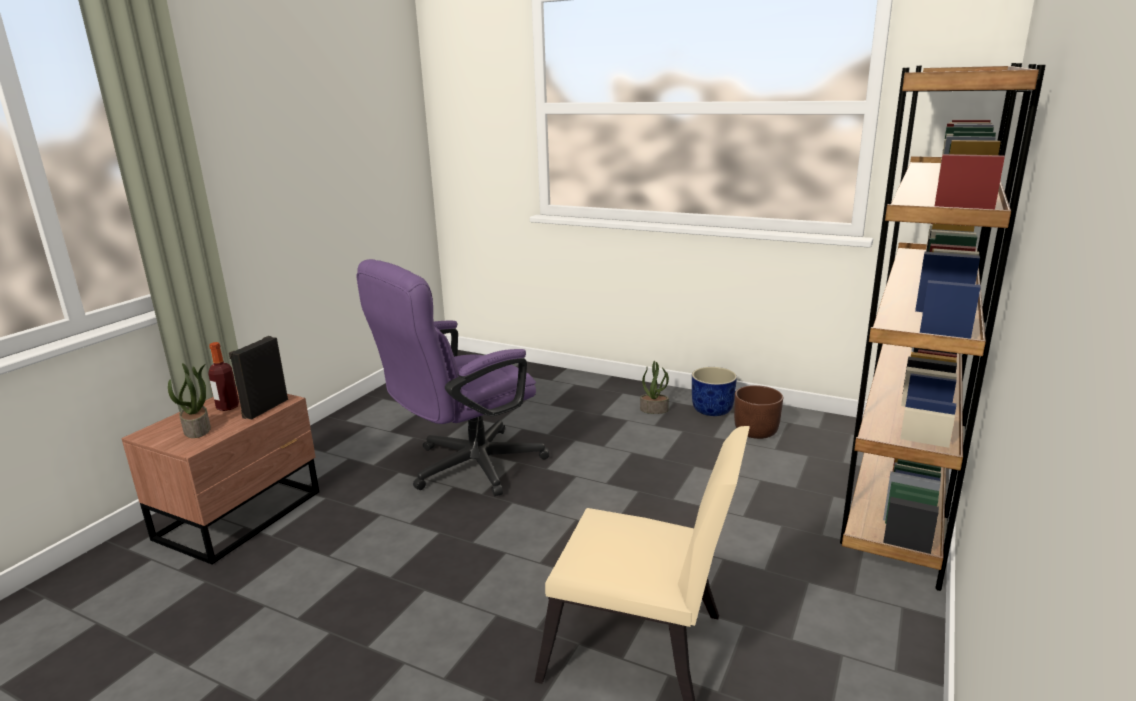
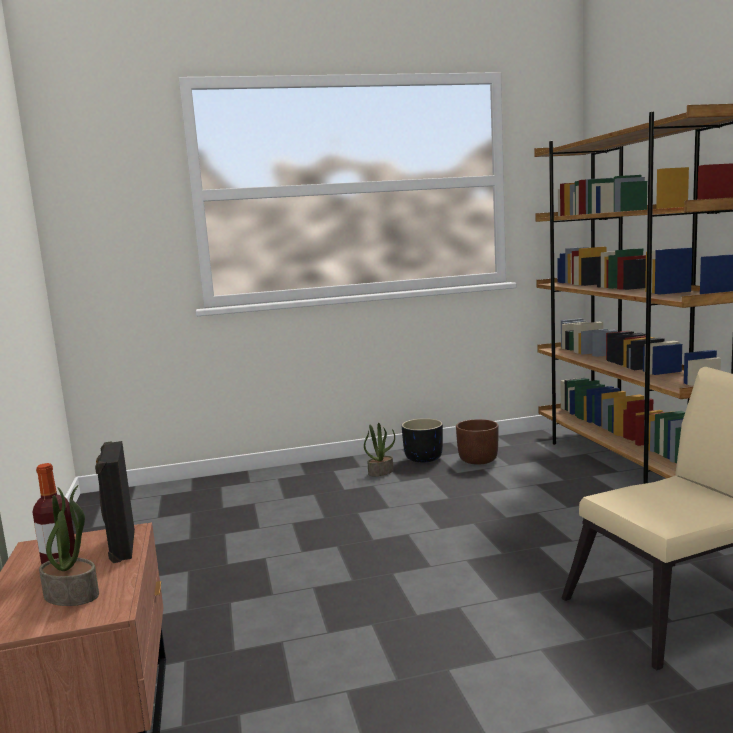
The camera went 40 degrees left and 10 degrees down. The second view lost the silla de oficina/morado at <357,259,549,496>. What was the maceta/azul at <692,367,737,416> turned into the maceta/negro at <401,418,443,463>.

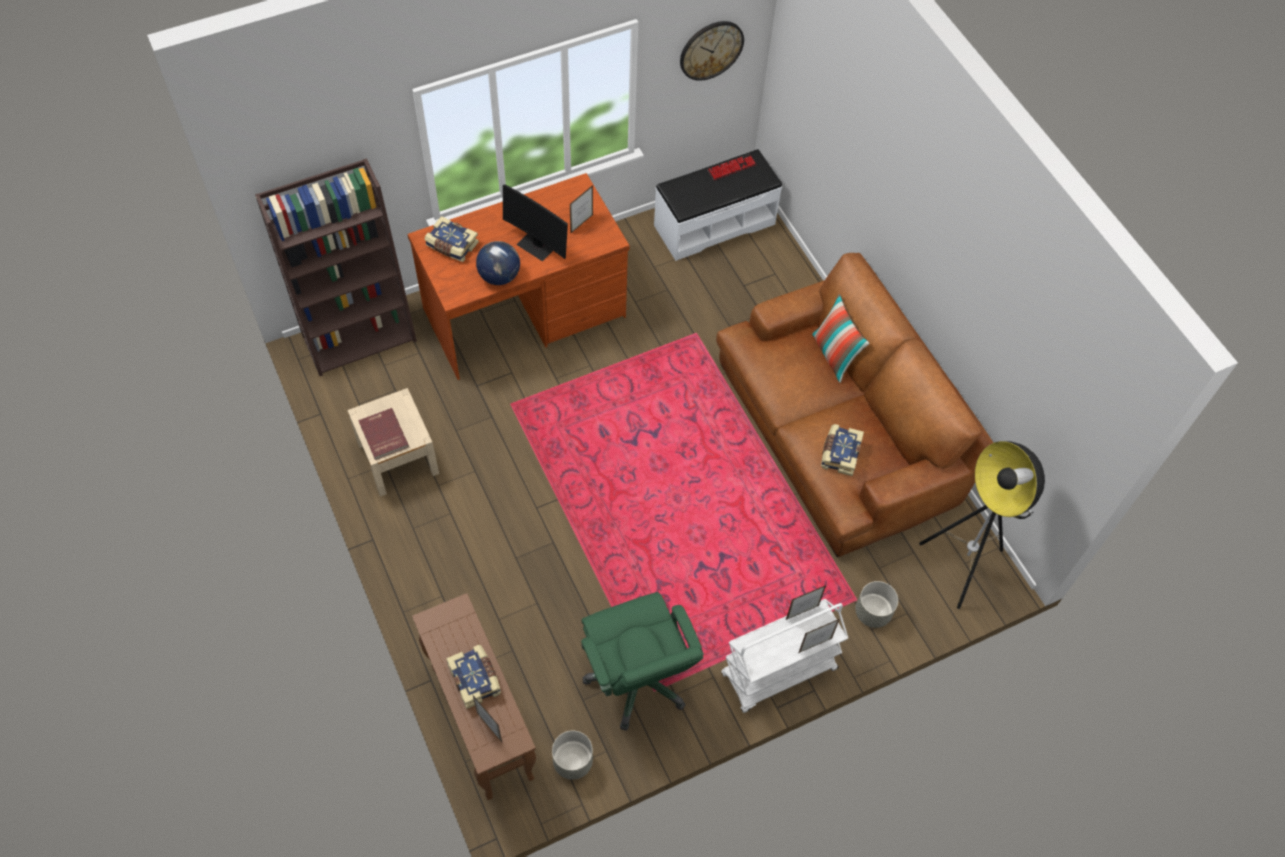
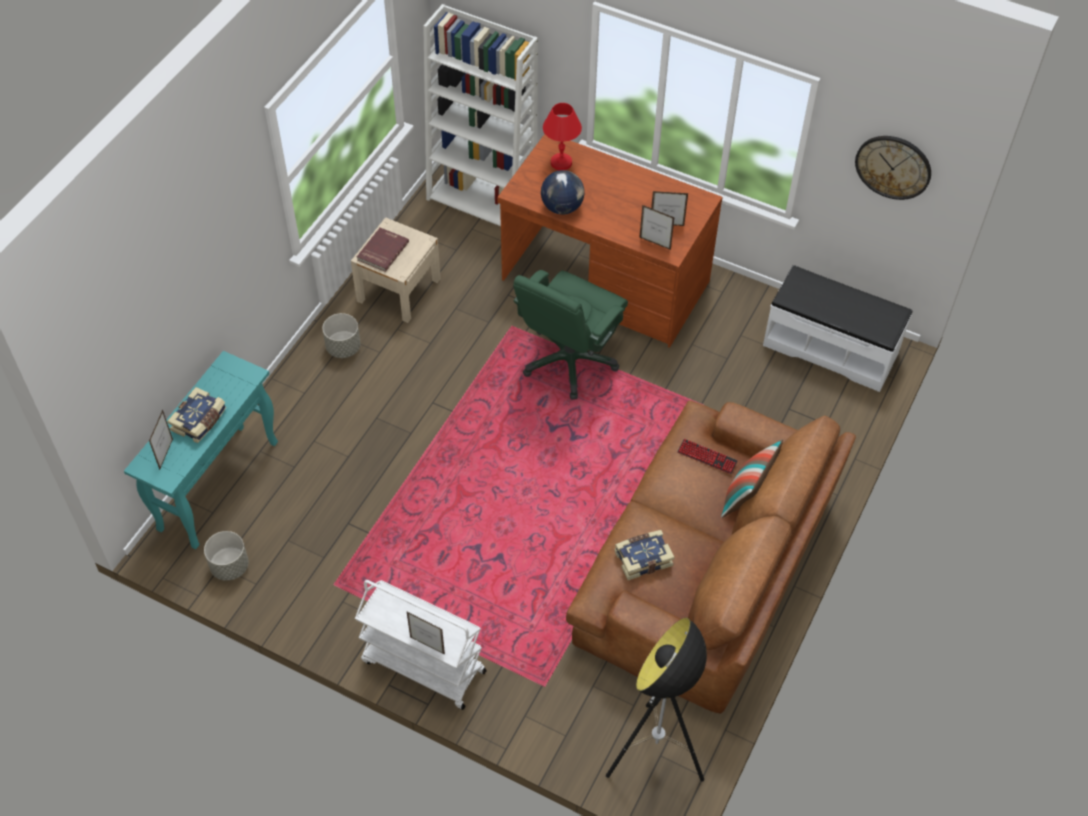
The camera went 55 degrees right and 5 degrees down. The teclado ended up elsewhere, having gone from <708,154,756,180> to <677,439,738,474>. What was the estantería/marrón at <255,158,417,376> turned into the estantería/blanco at <423,4,538,226>. The second view lost the monitor at <503,184,568,262>. Where the libro stood at <424,216,479,262>, the lámpara de mesa/rojo came to stand at <543,103,582,170>. The maceta/gris ended up elsewhere, having gone from <856,581,898,628> to <322,313,361,358>. The portarretratos ended up elsewhere, having gone from <786,585,826,620> to <639,205,675,250>. The silla de oficina/verde ended up elsewhere, having gone from <581,592,704,731> to <513,270,628,400>. What was the mesa consola/marrón at <412,593,536,800> turned into the mesa consola/turquesa at <124,351,278,549>.

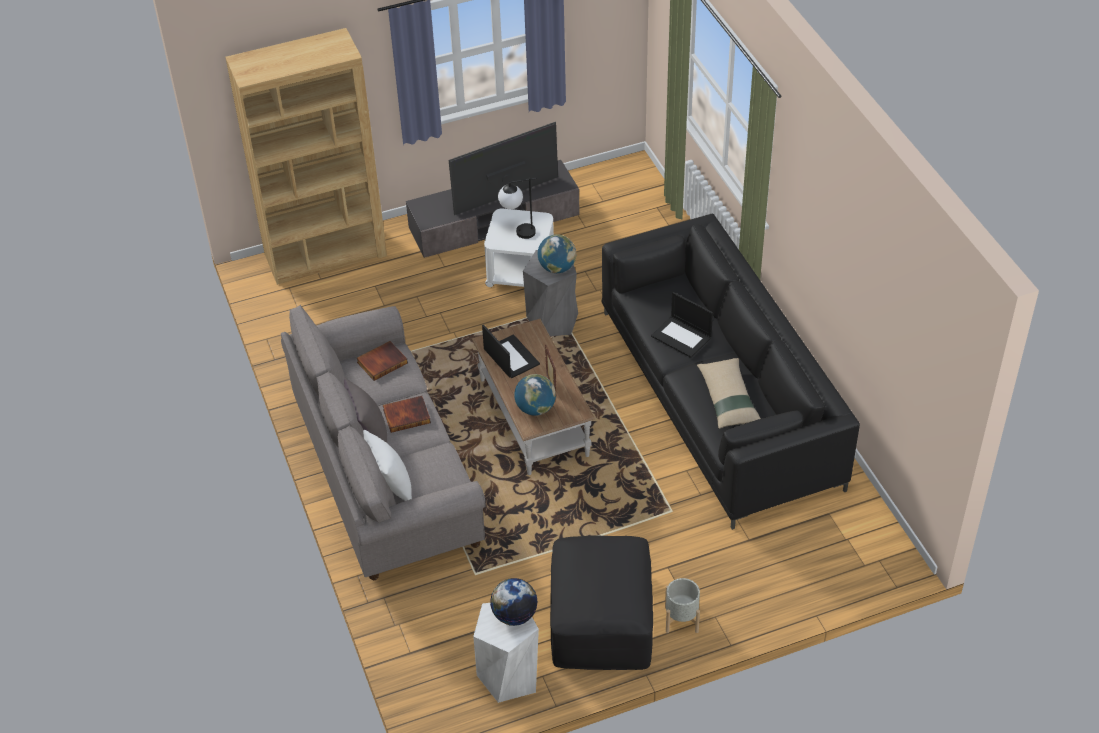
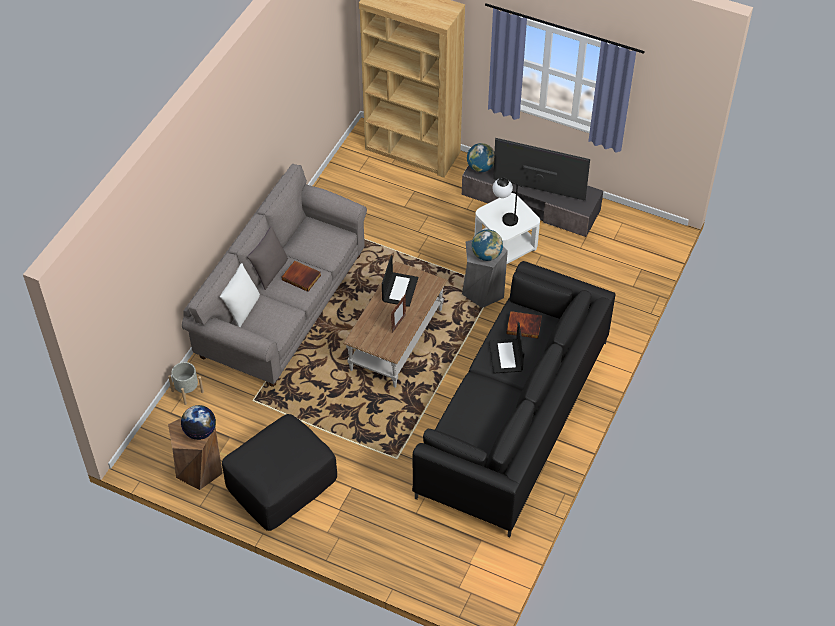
The camera went 45 degrees right and 5 degrees up. The libro ended up elsewhere, having gone from <357,341,408,381> to <506,311,542,339>. The second view lost the cojín/beis at <697,358,761,429>. The globo terráqueo ended up elsewhere, having gone from <514,374,556,416> to <467,143,495,172>. The maceta/gris ended up elsewhere, having gone from <665,578,700,633> to <168,362,204,405>. What was the taburete/blanco at <473,603,539,703> turned into the taburete/marrón at <168,418,223,490>.

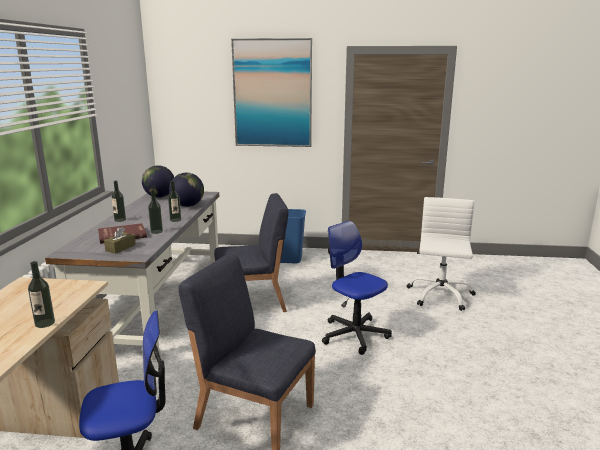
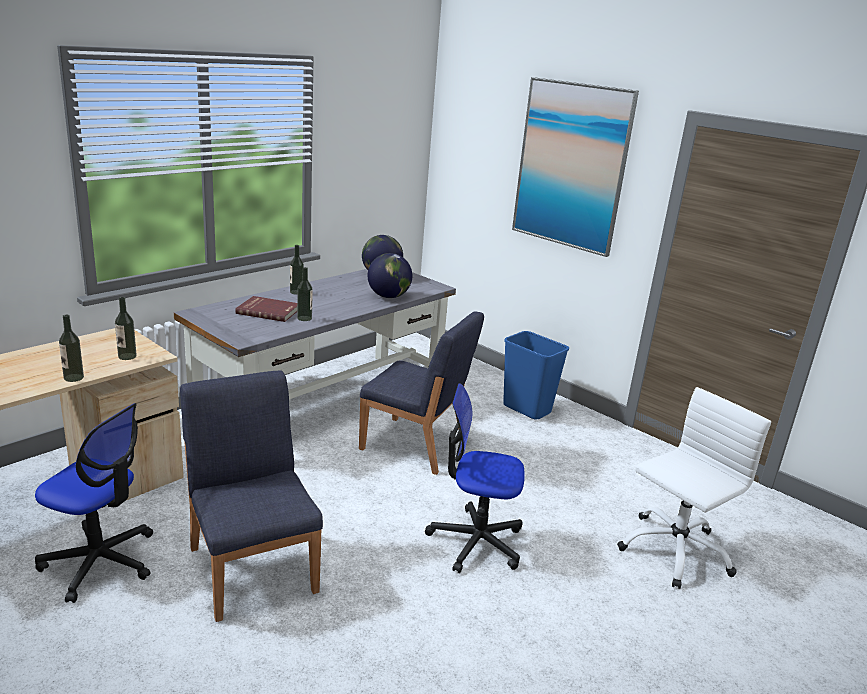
The camera went 35 degrees right and 5 degrees up. The botella ended up elsewhere, having gone from <168,181,181,222> to <115,297,137,360>. The silla de oficina at <322,221,392,355> ended up facing another way, 75 degrees counterclockwise from before. The second view lost the caja de pañuelos/marrón at <104,227,136,254>.

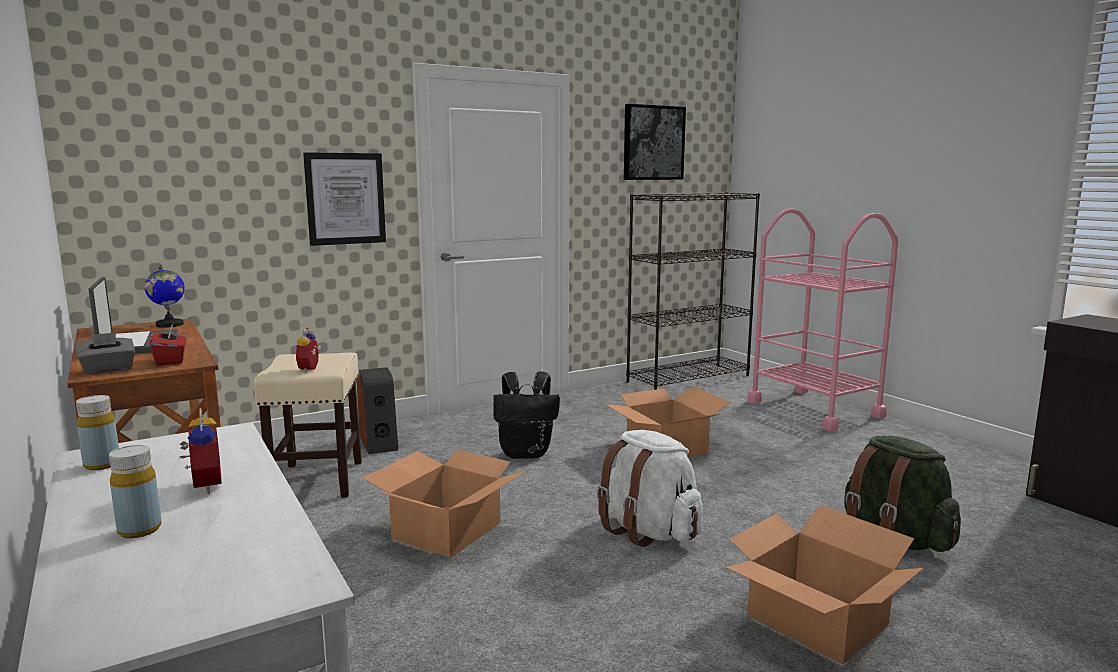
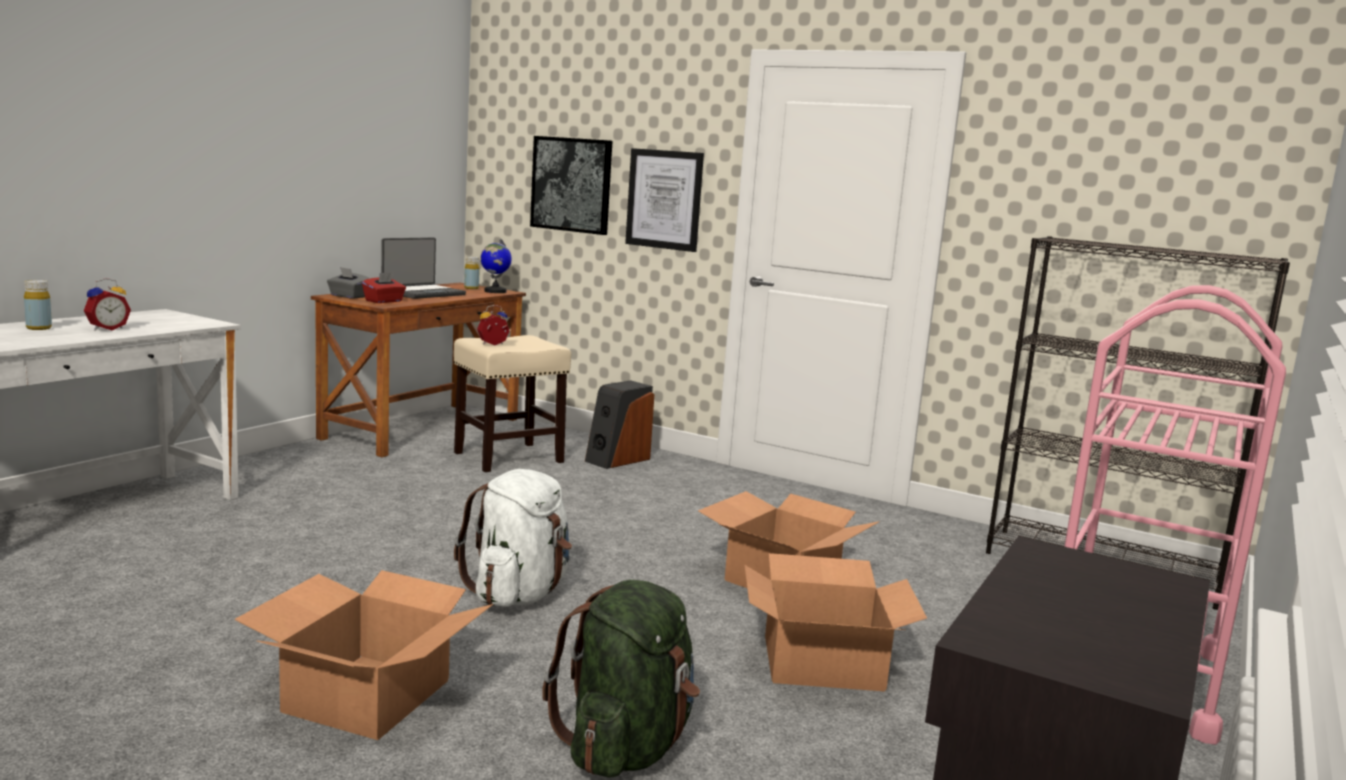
The camera went 60 degrees right and 0 degrees up. The cuadro ended up elsewhere, having gone from <624,104,686,180> to <530,136,612,235>. The second view lost the mochila/negro at <493,371,560,459>. The botella/amarillo ended up elsewhere, having gone from <76,395,119,470> to <464,257,480,289>. The caja de cartón ended up elsewhere, having gone from <363,449,526,558> to <744,553,927,692>.

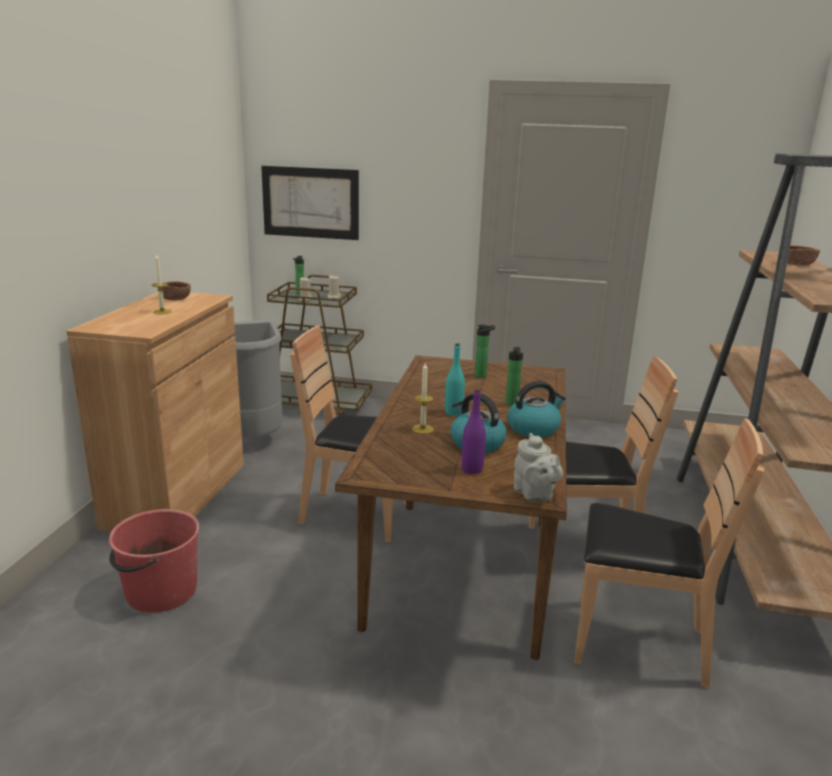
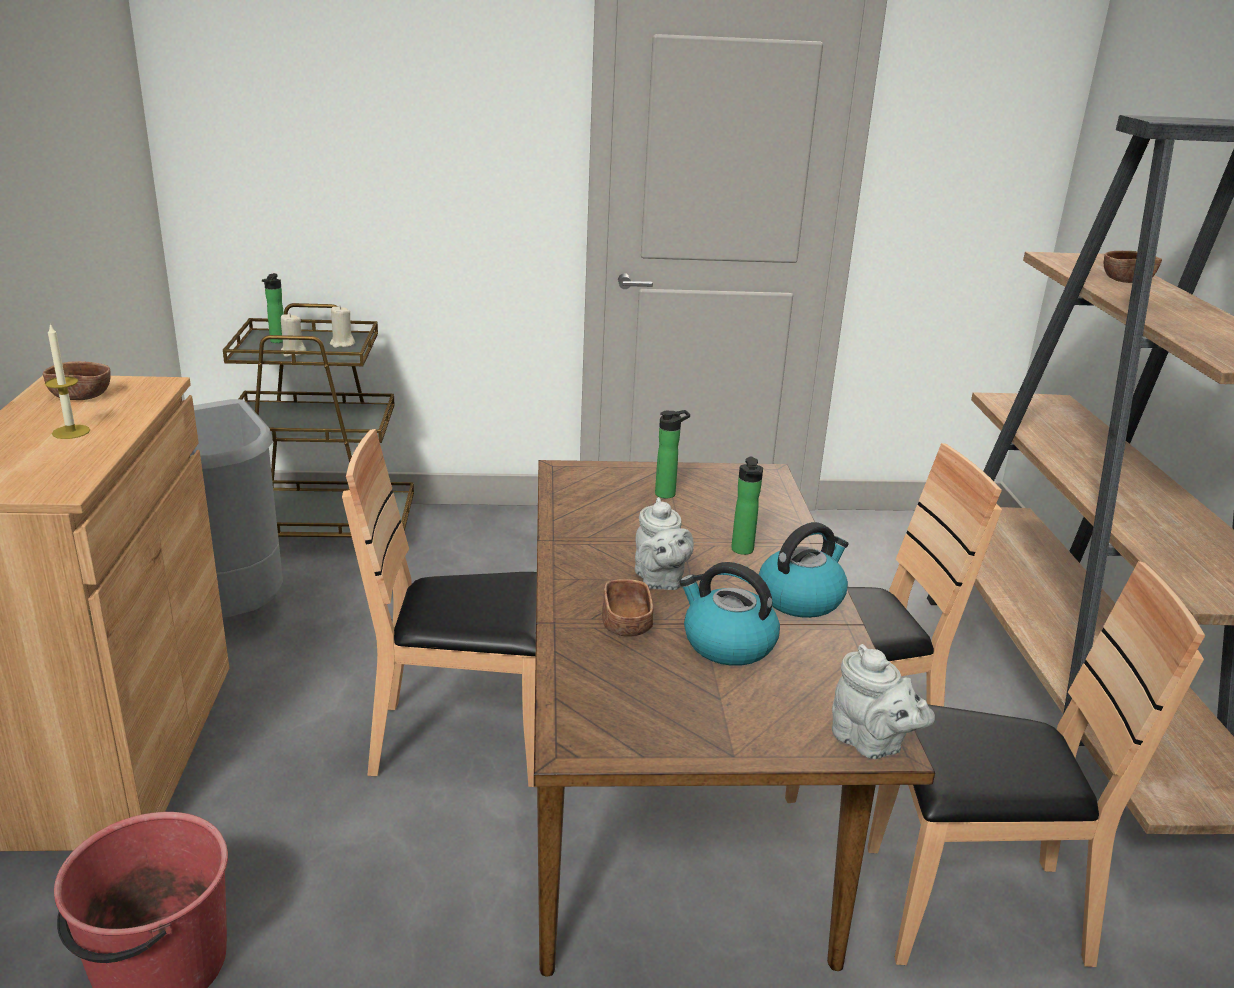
The camera went 15 degrees left and 5 degrees up. The second view lost the cuadro at <261,166,359,240>. Where the botella/turquesa stood at <445,343,465,416>, the tetera/gris came to stand at <635,497,694,590>. Where the vela stood at <412,363,434,434>, the cuenco/marrón came to stand at <602,579,653,637>. The second view lost the botella/morado at <461,389,486,474>.

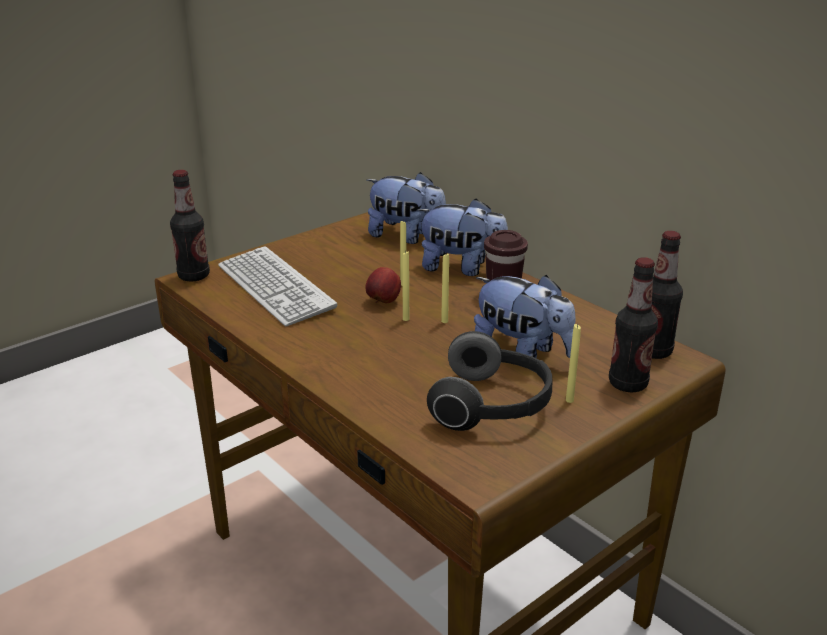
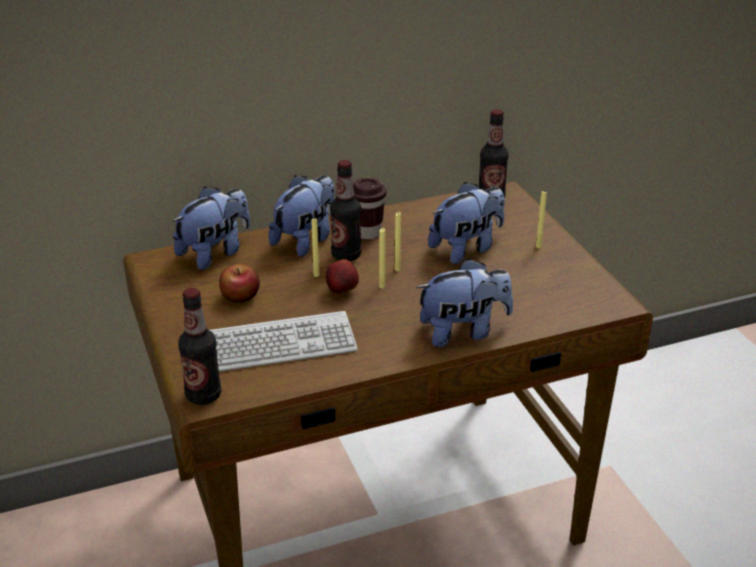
The camera went 70 degrees left and 5 degrees up. The botella ended up elsewhere, having gone from <609,257,658,392> to <330,160,361,261>. The second view lost the auriculares at <427,331,552,431>. The second view gained the peluche at <416,258,513,347>. The second view gained the manzana at <219,264,260,303>.

